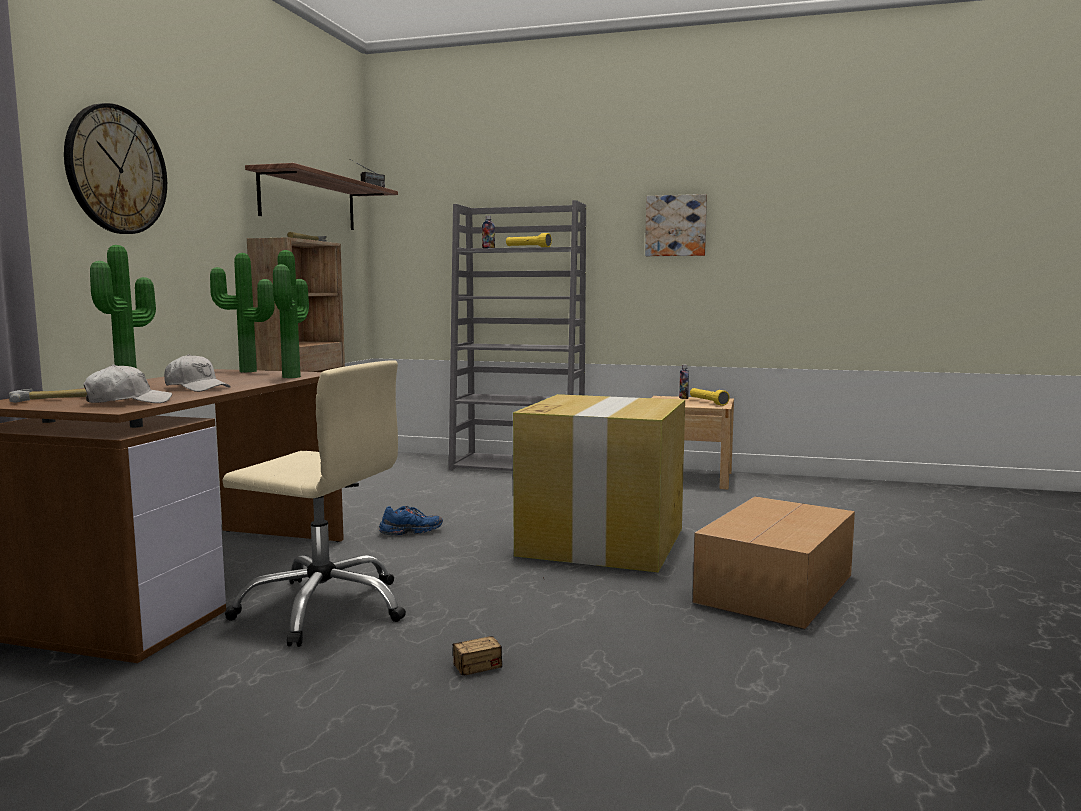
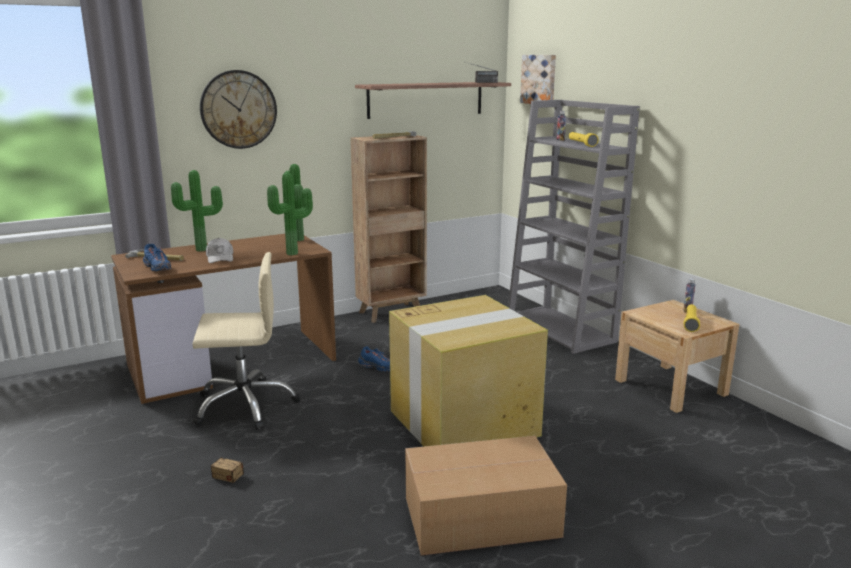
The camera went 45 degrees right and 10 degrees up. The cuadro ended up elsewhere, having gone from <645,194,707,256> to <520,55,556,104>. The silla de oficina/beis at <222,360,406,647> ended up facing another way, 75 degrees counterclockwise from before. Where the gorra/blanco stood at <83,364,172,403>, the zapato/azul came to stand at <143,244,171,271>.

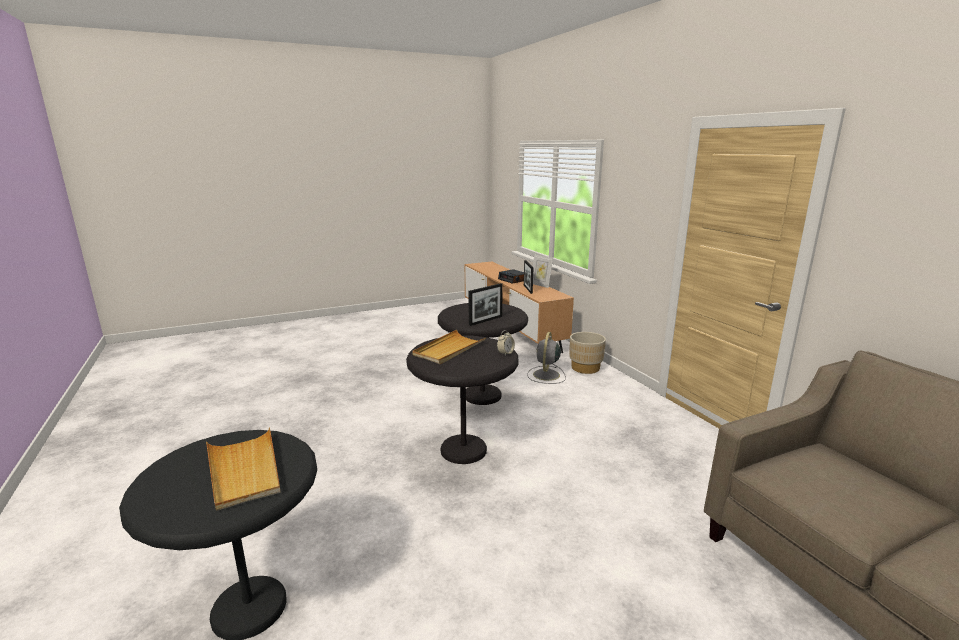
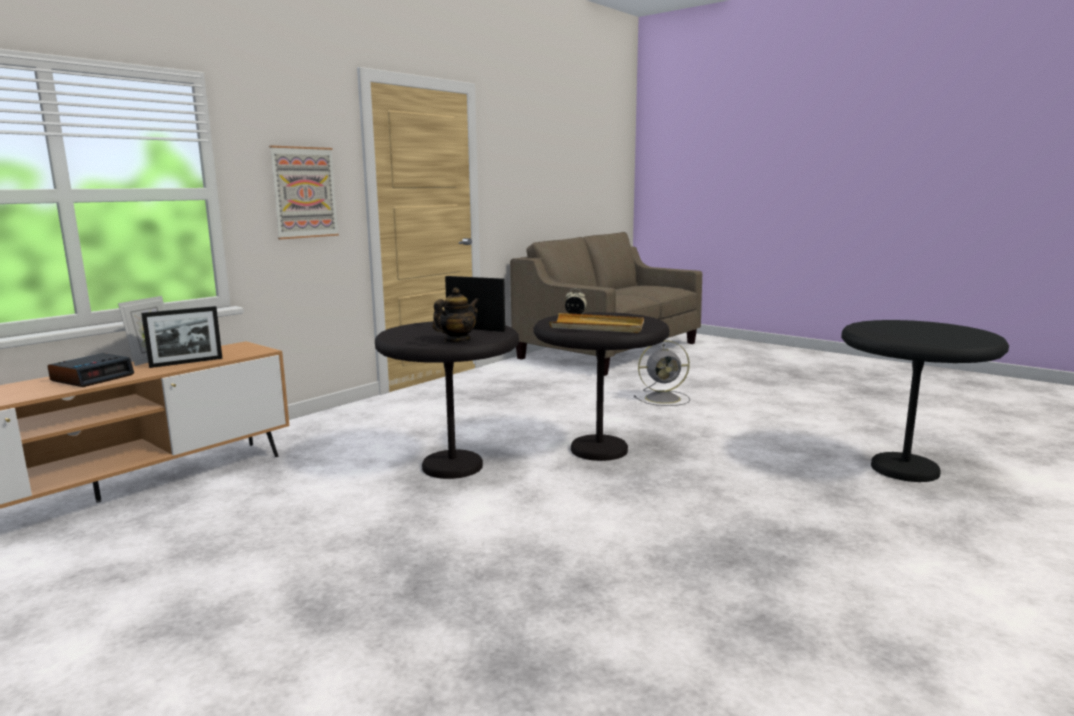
The camera went 115 degrees left and 5 degrees down. The ventilador/gris ended up elsewhere, having gone from <527,332,566,384> to <634,340,690,406>. The second view lost the maceta/beis at <569,332,606,374>. The second view lost the bandeja/beis at <206,428,281,511>. The second view gained the cuadro at <269,146,339,239>. The second view gained the tetera at <432,288,479,342>.

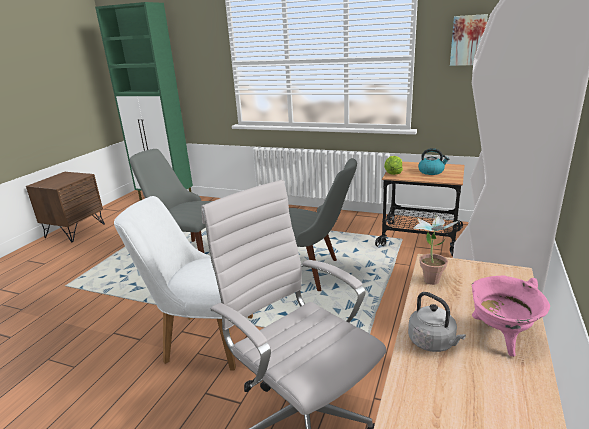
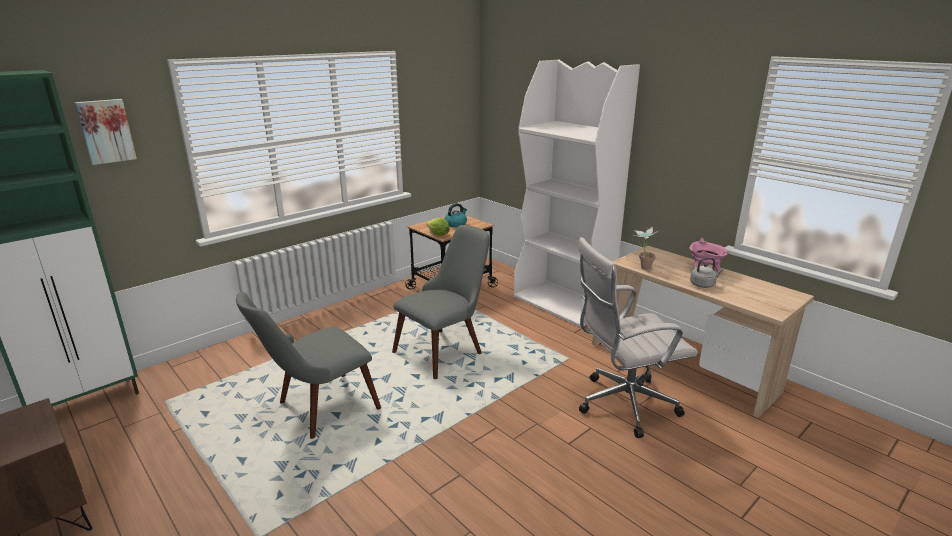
The camera went 65 degrees left and 0 degrees up. The cuadro ended up elsewhere, having gone from <450,14,488,66> to <75,99,137,165>. The second view lost the silla/blanco at <114,196,253,371>.

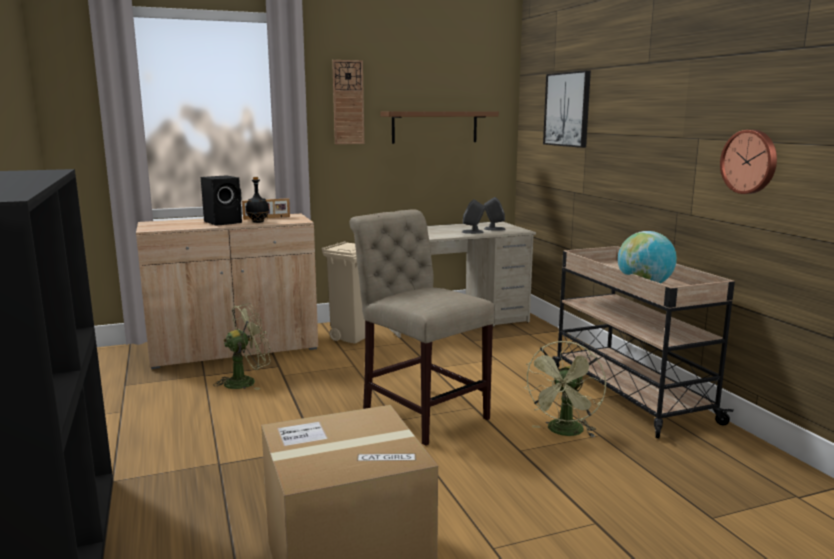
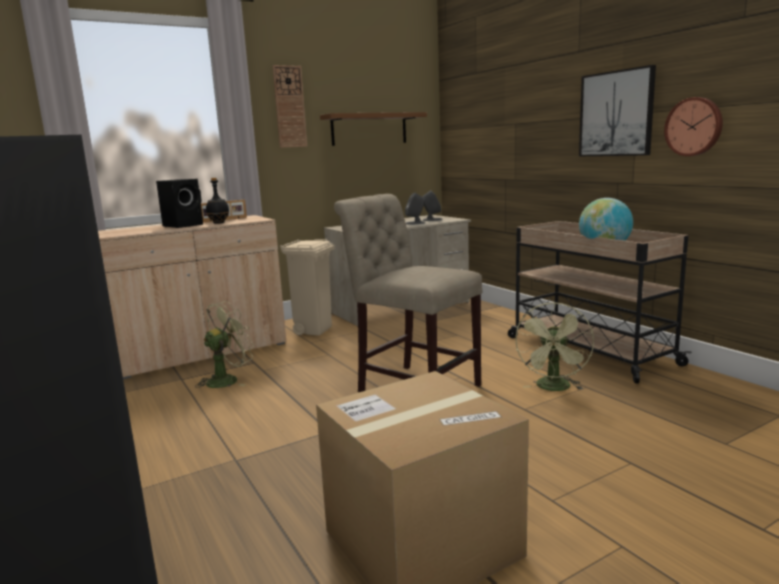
The camera went 10 degrees left and 0 degrees up. The cuadro ended up elsewhere, having gone from <543,70,591,148> to <579,65,656,156>.

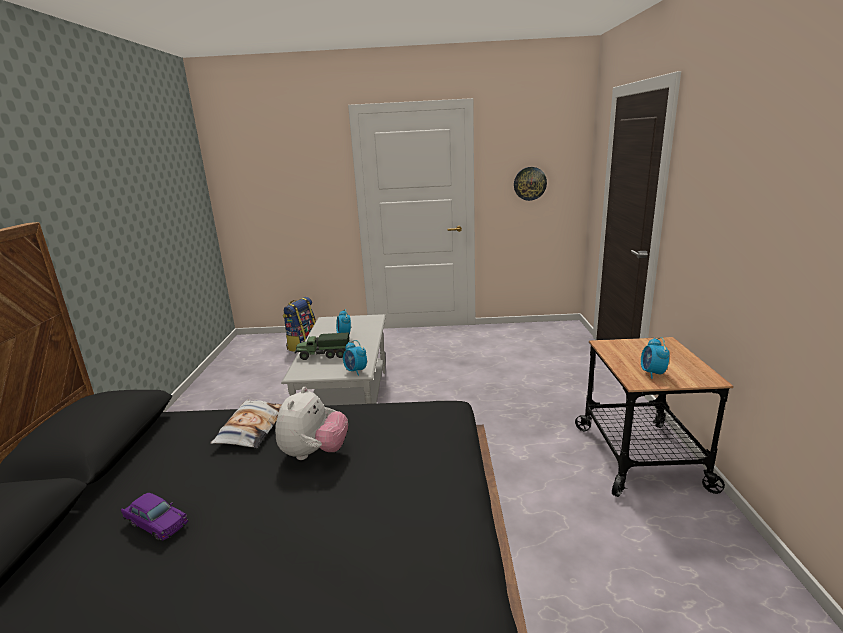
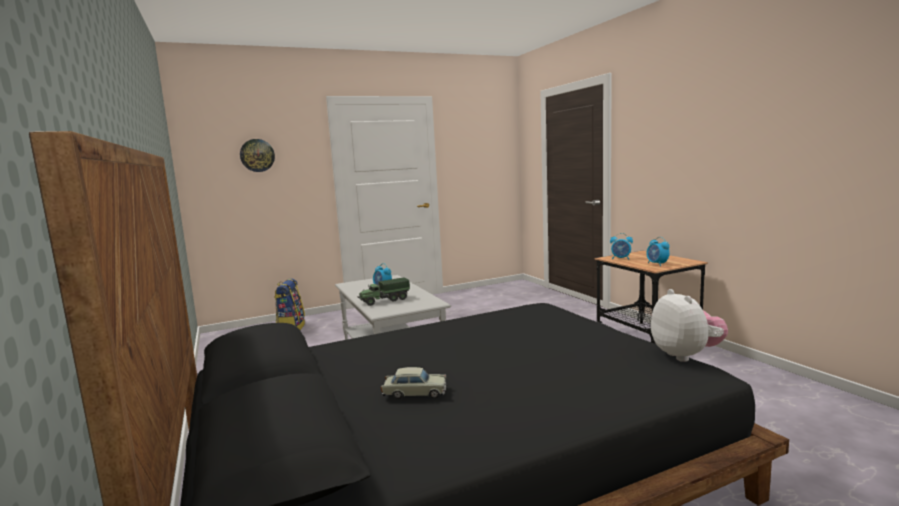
The camera went 25 degrees left and 10 degrees down. The reloj de pared ended up elsewhere, having gone from <514,167,547,201> to <240,139,275,172>. The despertador ended up elsewhere, having gone from <343,340,367,375> to <610,233,633,260>. The peluche ended up elsewhere, having gone from <275,387,348,460> to <651,289,728,362>. The second view lost the cojín at <210,400,282,448>. What was the coche de juguete/morado at <121,493,188,541> turned into the coche de juguete/beis at <381,367,447,399>.

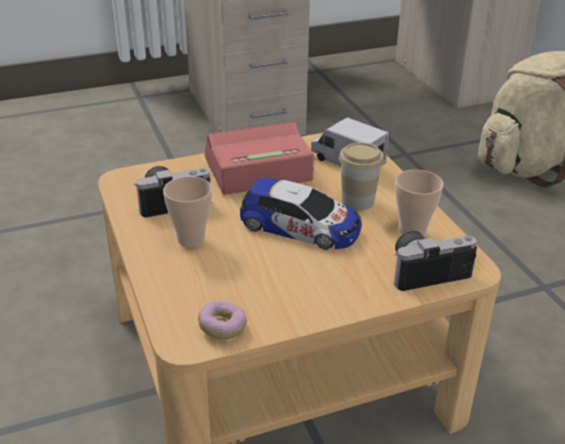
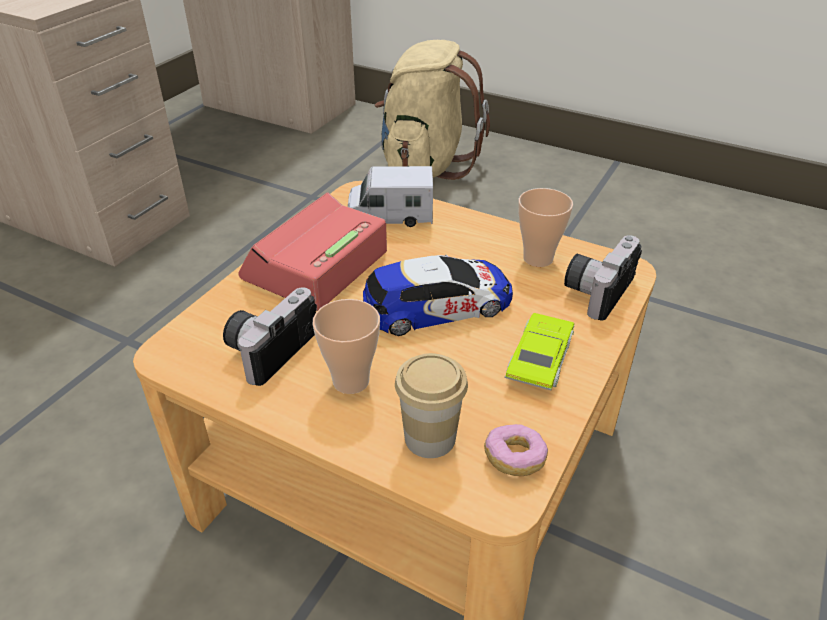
The camera went 40 degrees left and 5 degrees up. The taza ended up elsewhere, having gone from <339,142,384,210> to <395,353,468,458>. The second view gained the coche de juguete/verde at <505,313,575,391>.

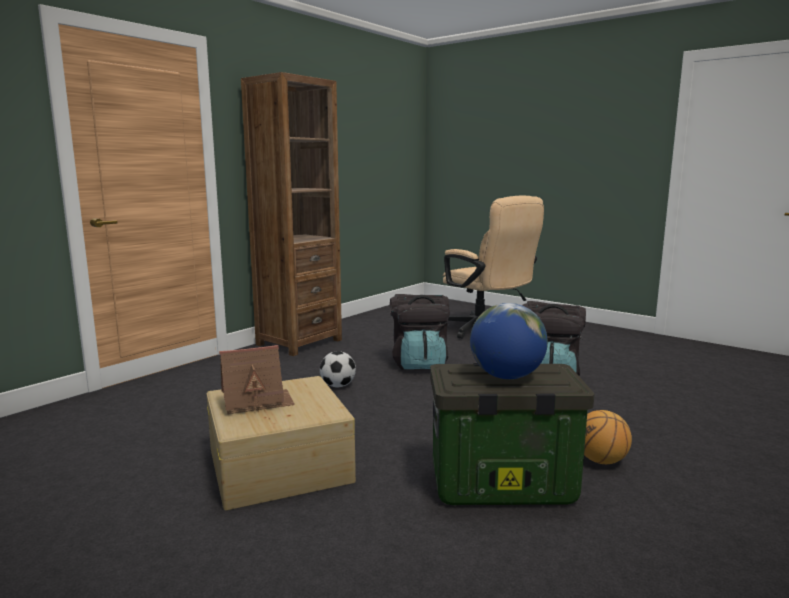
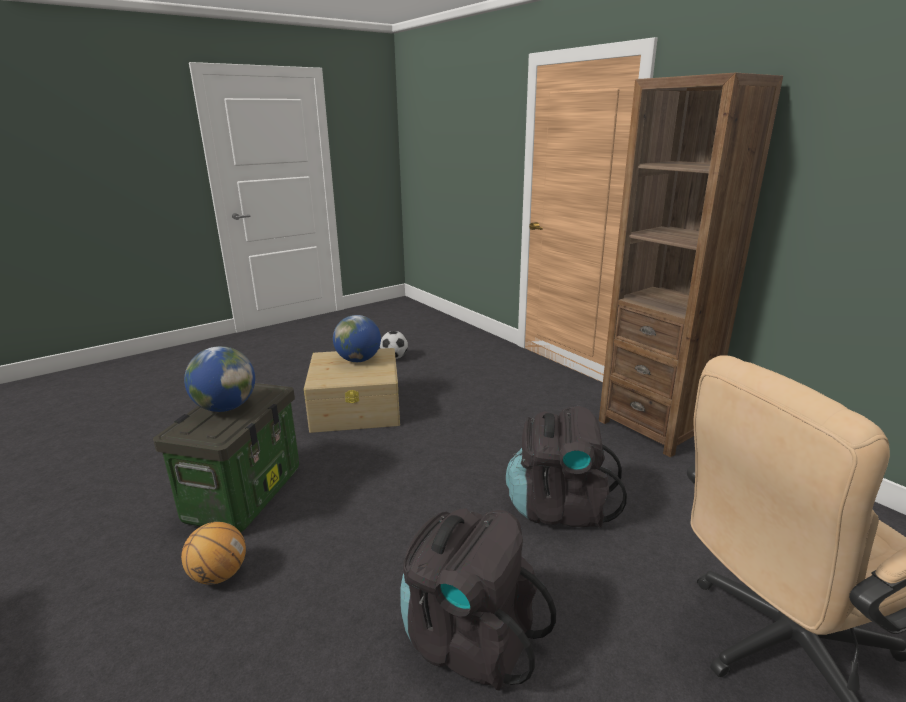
The camera went 105 degrees right and 10 degrees up. Where the casita stood at <219,345,295,415>, the globo terráqueo came to stand at <333,315,381,362>. The balón de fútbol ended up elsewhere, having gone from <320,351,356,388> to <380,331,408,359>.

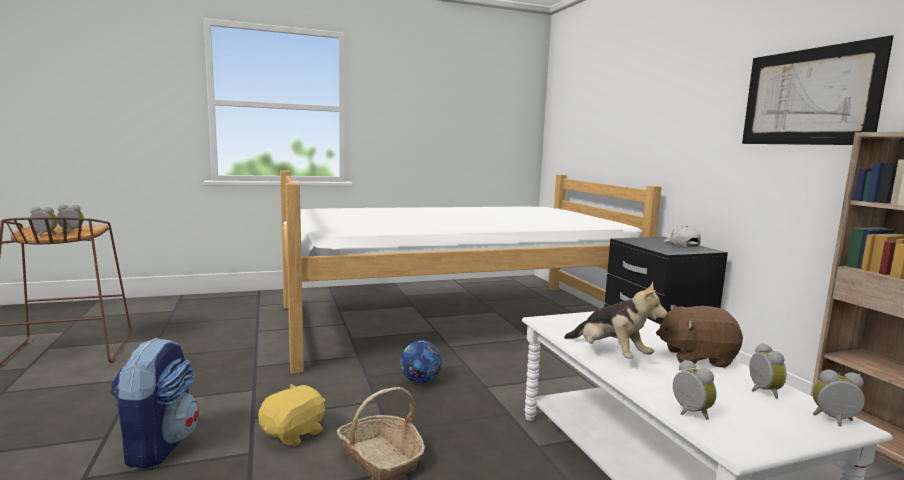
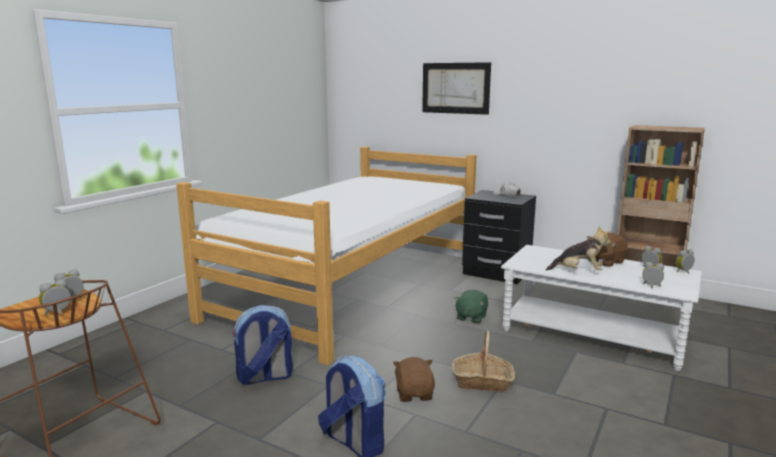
The camera went 40 degrees left and 5 degrees up. The cuadro ended up elsewhere, having gone from <742,35,893,145> to <422,62,491,115>. The second view lost the balón de fútbol at <400,340,442,383>. What was the peluche/amarillo at <258,384,325,447> turned into the peluche/marrón at <393,357,435,402>. The second view gained the peluche/verde at <454,290,488,324>. The second view gained the mochila at <232,305,293,385>.

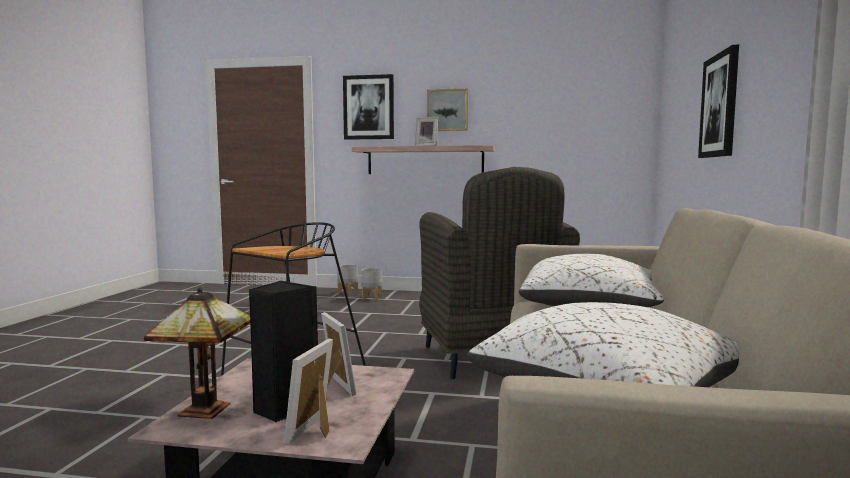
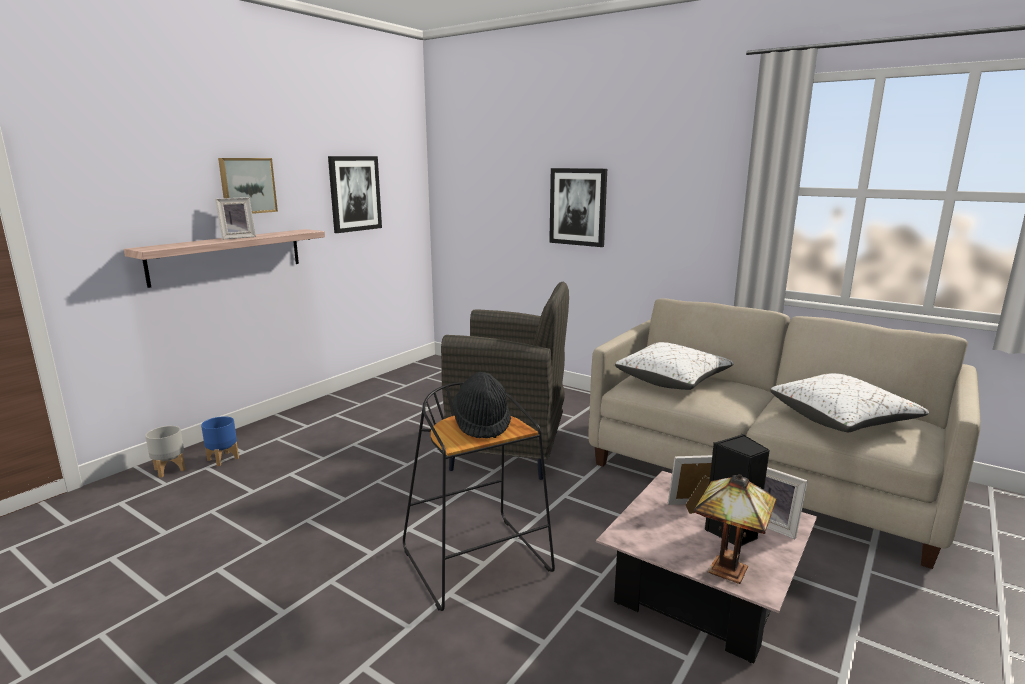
The camera went 65 degrees left and 10 degrees up. The cuadro ended up elsewhere, having gone from <343,74,394,140> to <328,156,382,233>. What was the maceta/gris at <361,268,382,300> turned into the maceta/azul at <201,416,239,466>. The second view gained the sombrero/negro at <452,372,511,438>.

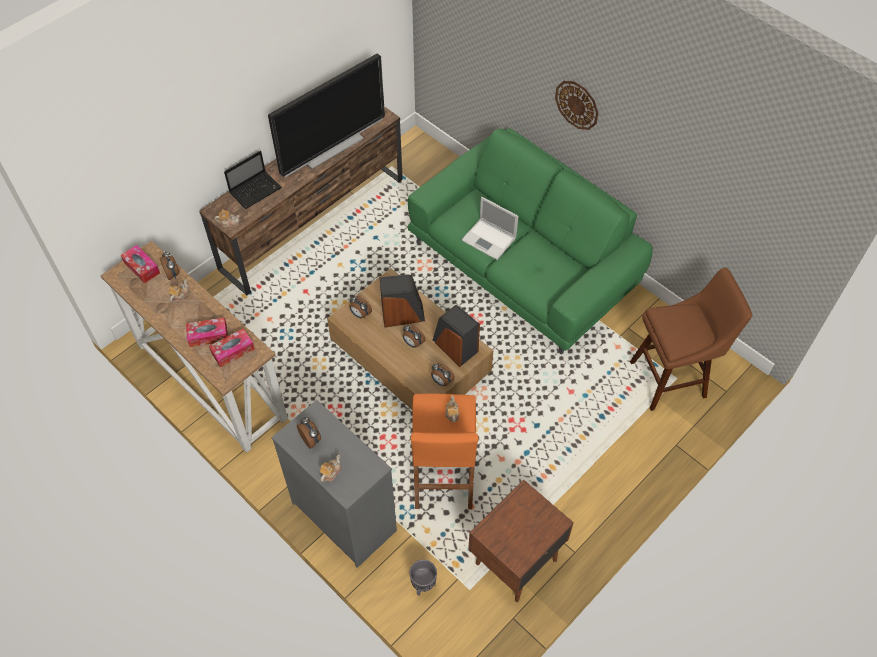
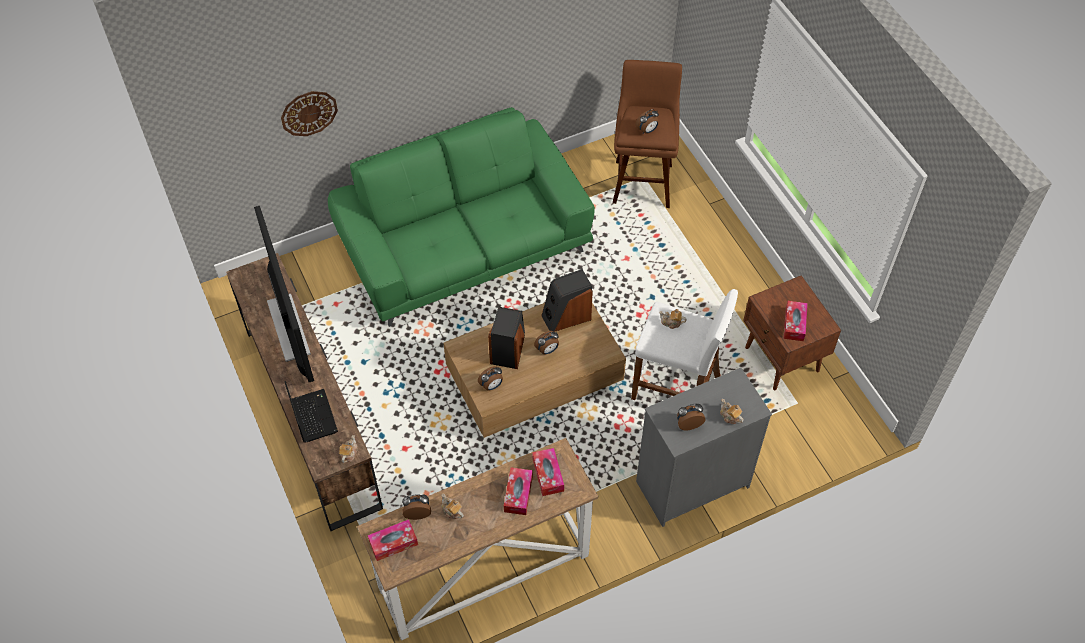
The camera went 70 degrees left and 0 degrees up. The reloj de pared ended up elsewhere, having gone from <555,81,599,130> to <281,91,338,136>. The second view lost the portátil at <461,197,518,260>. The despertador ended up elsewhere, having gone from <431,363,455,386> to <636,109,659,134>. What was the taburete/naranja at <411,393,479,509> turned into the taburete/blanco at <631,289,738,400>. The second view lost the maceta/gris at <410,560,437,596>. The second view gained the caja de pañuelos at <784,301,808,341>.

